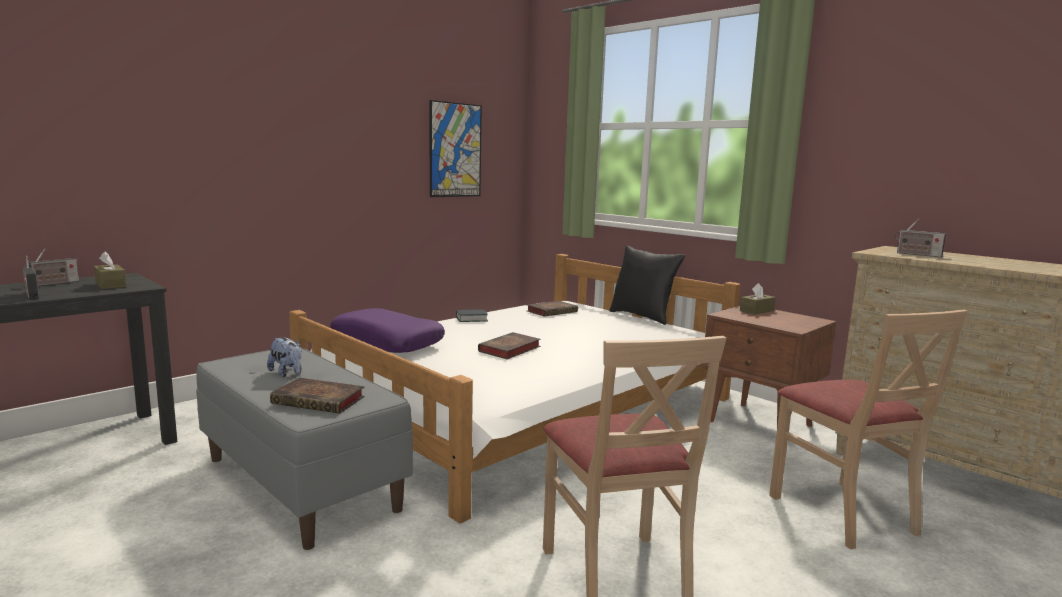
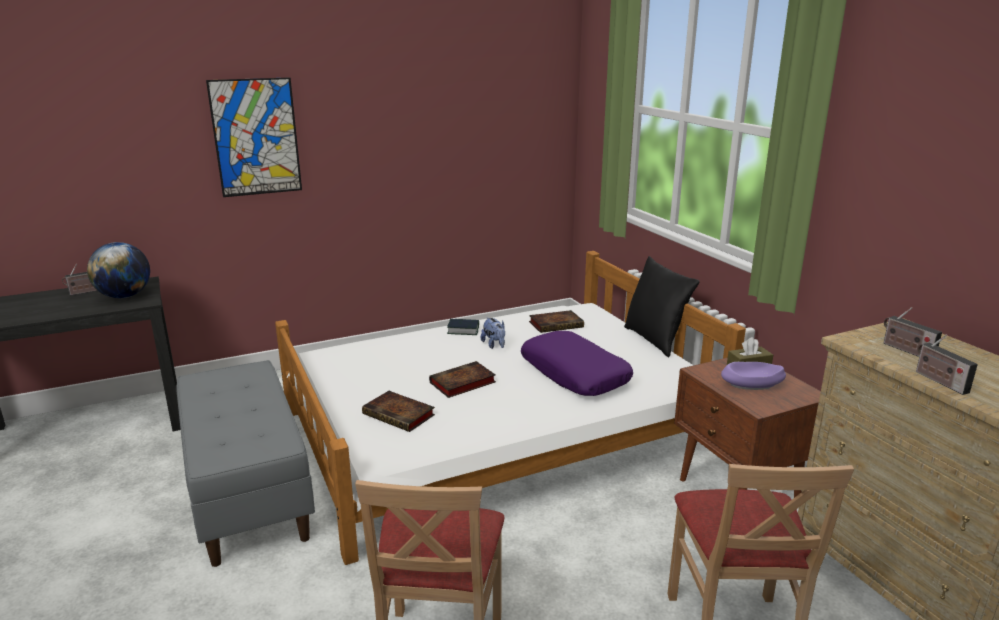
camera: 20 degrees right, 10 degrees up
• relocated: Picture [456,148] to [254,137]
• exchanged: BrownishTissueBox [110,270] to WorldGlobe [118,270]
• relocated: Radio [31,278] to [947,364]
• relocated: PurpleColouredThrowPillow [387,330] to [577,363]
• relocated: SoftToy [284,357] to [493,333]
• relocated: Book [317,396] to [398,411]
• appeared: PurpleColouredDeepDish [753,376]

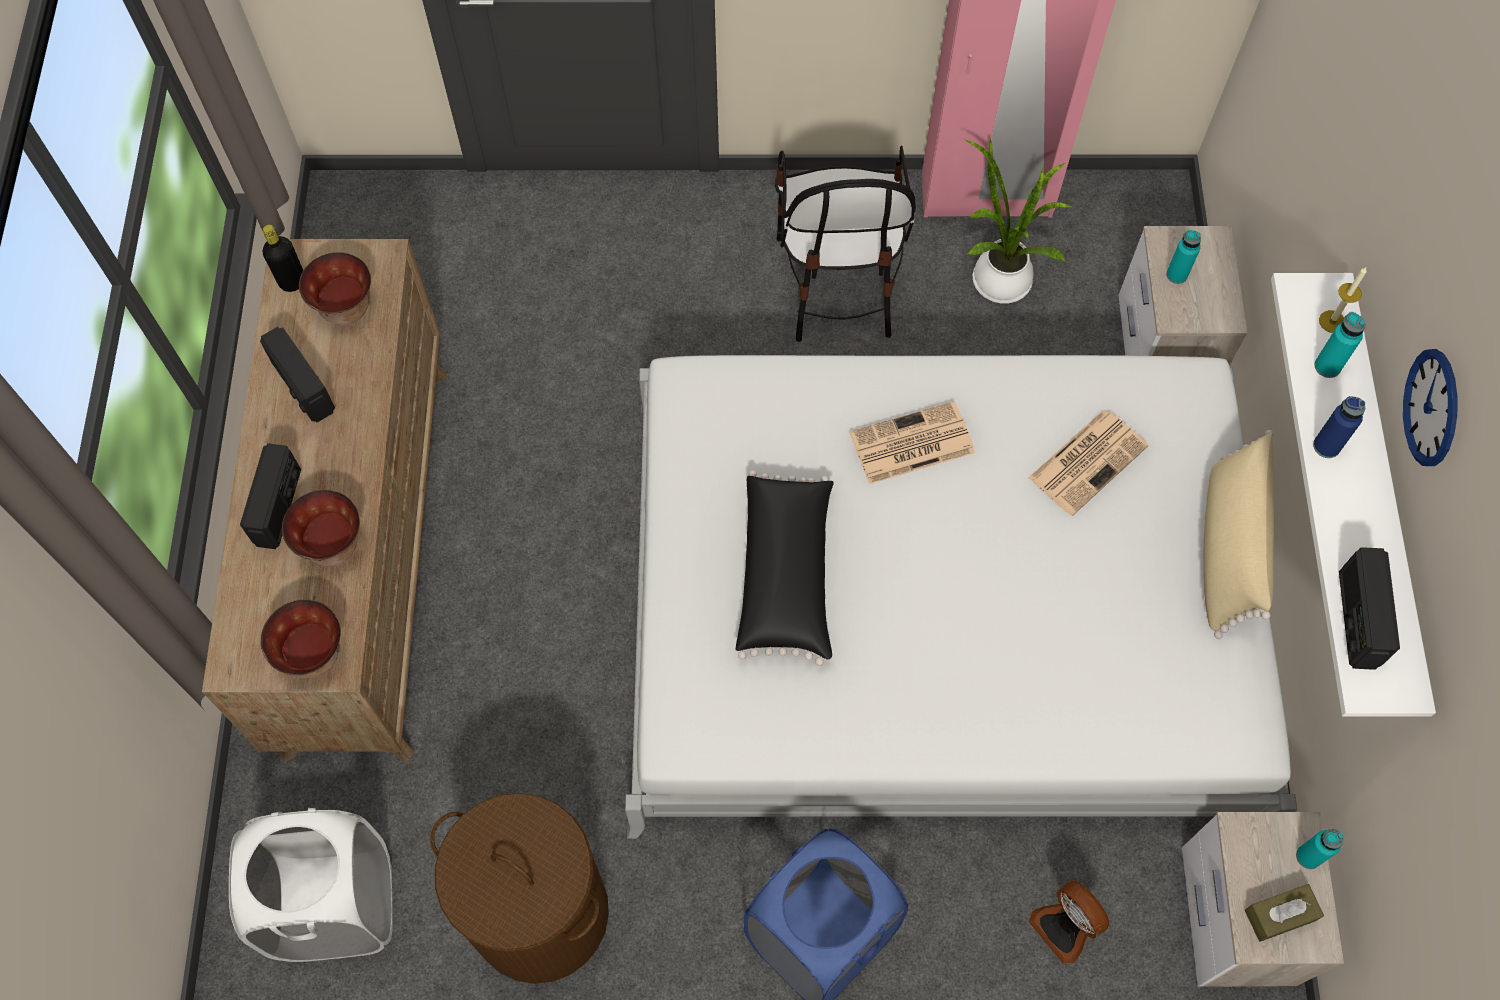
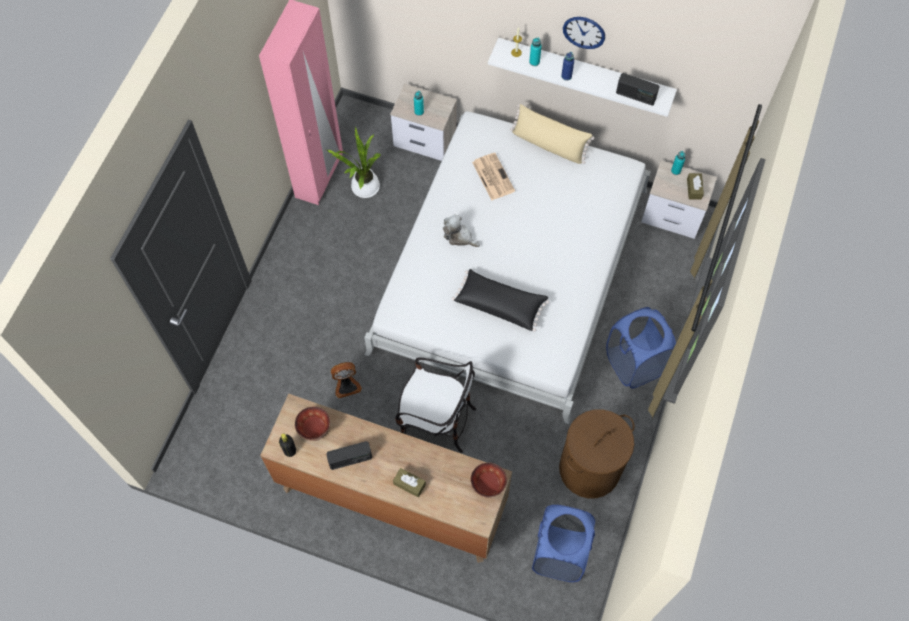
camera: 70 degrees left, 0 degrees up
• relocated: Chair [845,244] to [435,405]
• exchanged: Newspaper [912,442] to SoftToy [461,230]
• exchanged: Radio [270,496] to BrownishTissueBox [409,482]
• missing: DeepDish [321,528]
• colour: WhiteWashingBasket [310,885] to BlueColouredWashingBasket [563,543]
• relocated: Fan [1069,922] to [346,380]

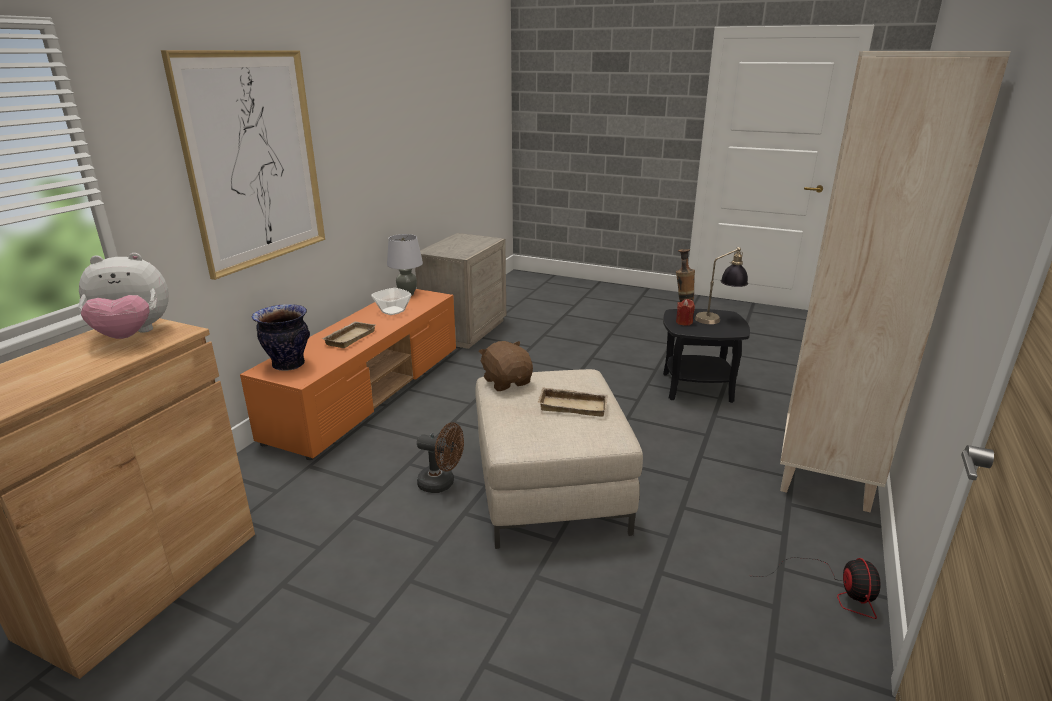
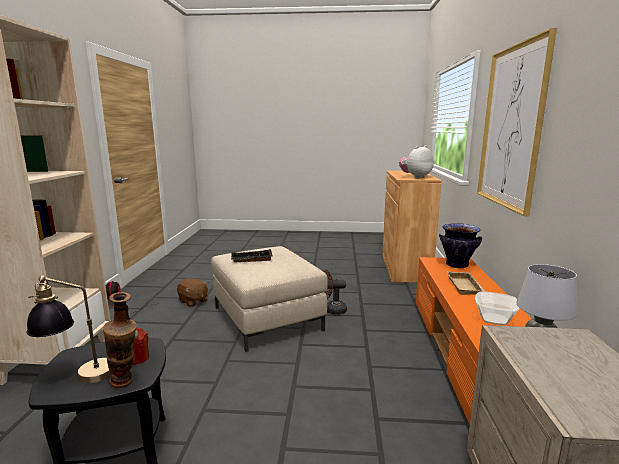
camera: 160 degrees right, 10 degrees down
• relocated: BrownishSoftToy [505,366] to [192,292]
• colour: SandColouredTray [573,402] to BlackColouredTray [252,255]

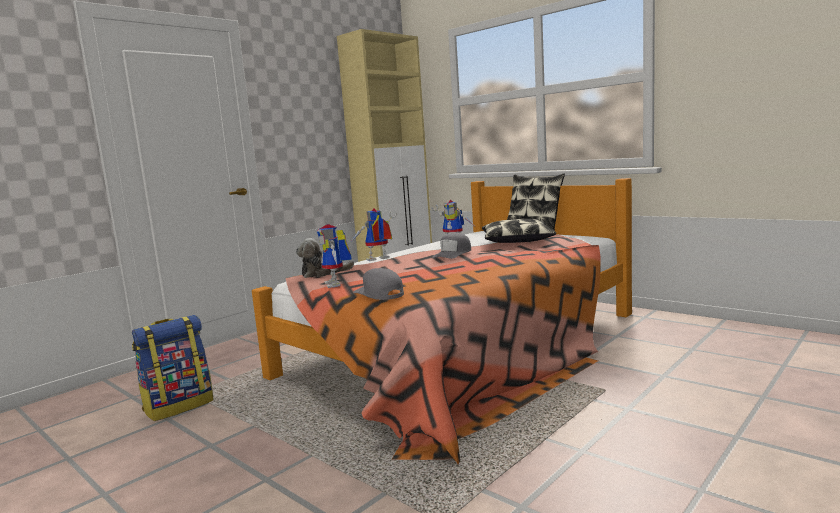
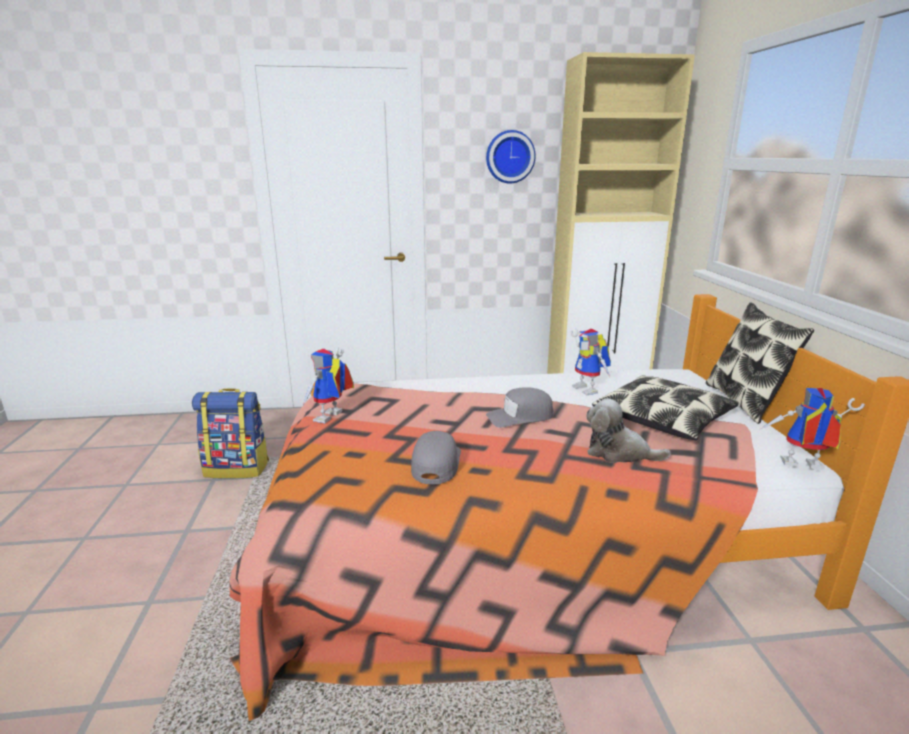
camera: 40 degrees right, 10 degrees up
• relocated: ToyRobot [373,234] to [812,429]
• relocated: SoftToy [325,258] to [628,430]
• relocated: GrayCap [378,284] to [436,458]
• appeared: ClockOnTheWall [511,157]

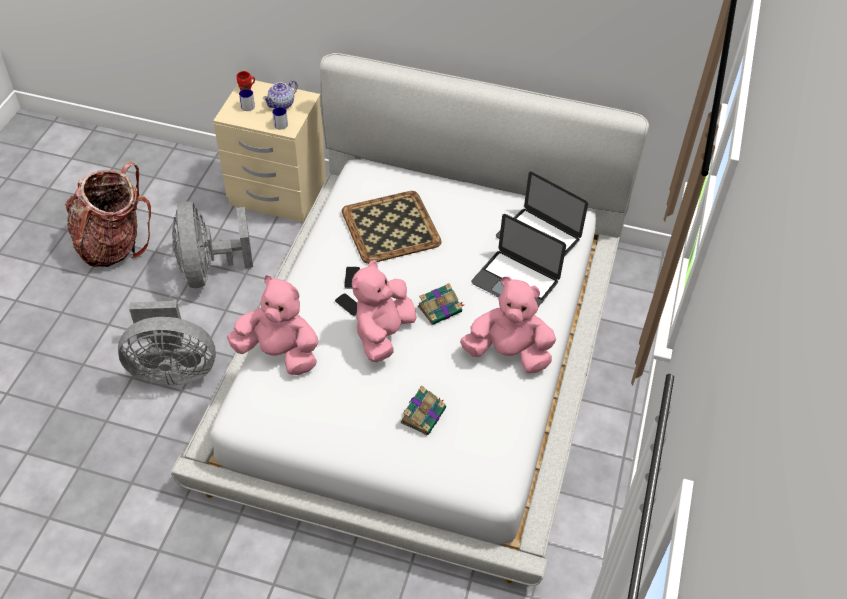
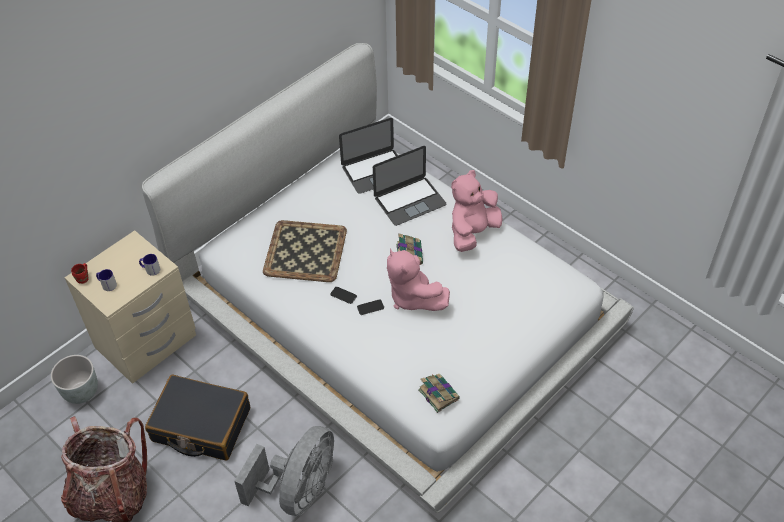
camera: 60 degrees left, 0 degrees up
• missing: TeaPot [280,94]
• exchanged: GrayFan [212,244] to BlackColouredPieceOfLuggage [197,417]
• missing: PinkColouredSoftToy [272,325]
• relocated: Book [423,410] to [439,393]
• appeared: GrayPlantPot [74,379]

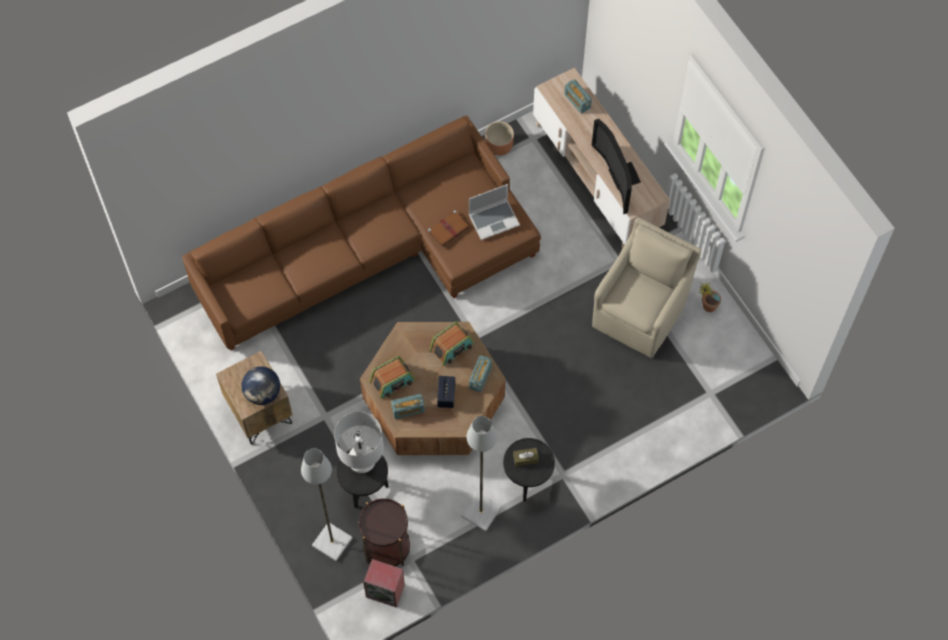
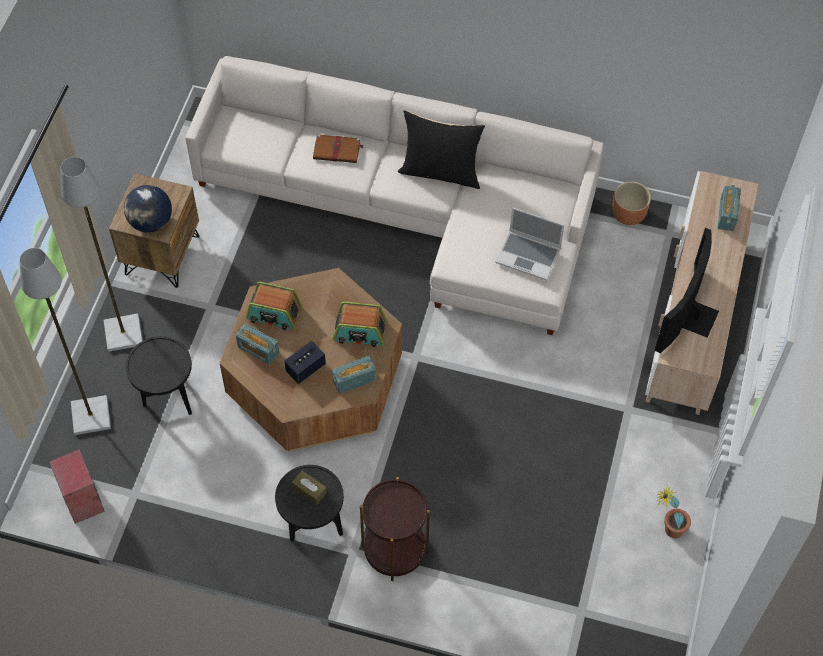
camera: 45 degrees right, 5 degrees down
• colour: BrownishCouch [361,232] to WhiteCouch [394,195]
• relocated: BrownishBook [449,228] to [338,148]
• missing: SandColouredArmchair [646,287]
• missing: WhiteTableLamp [359,443]
• relocated: GrayStandardLamp [481,473] to [102,254]
• relocated: BrownishSideTable [384,532] to [395,529]
• appeared: BlackColouredThrowPillow [441,149]

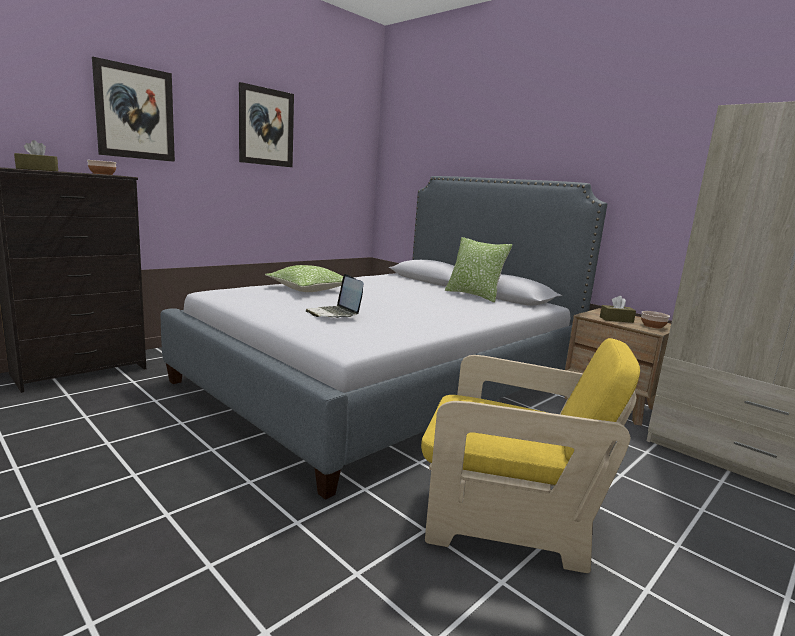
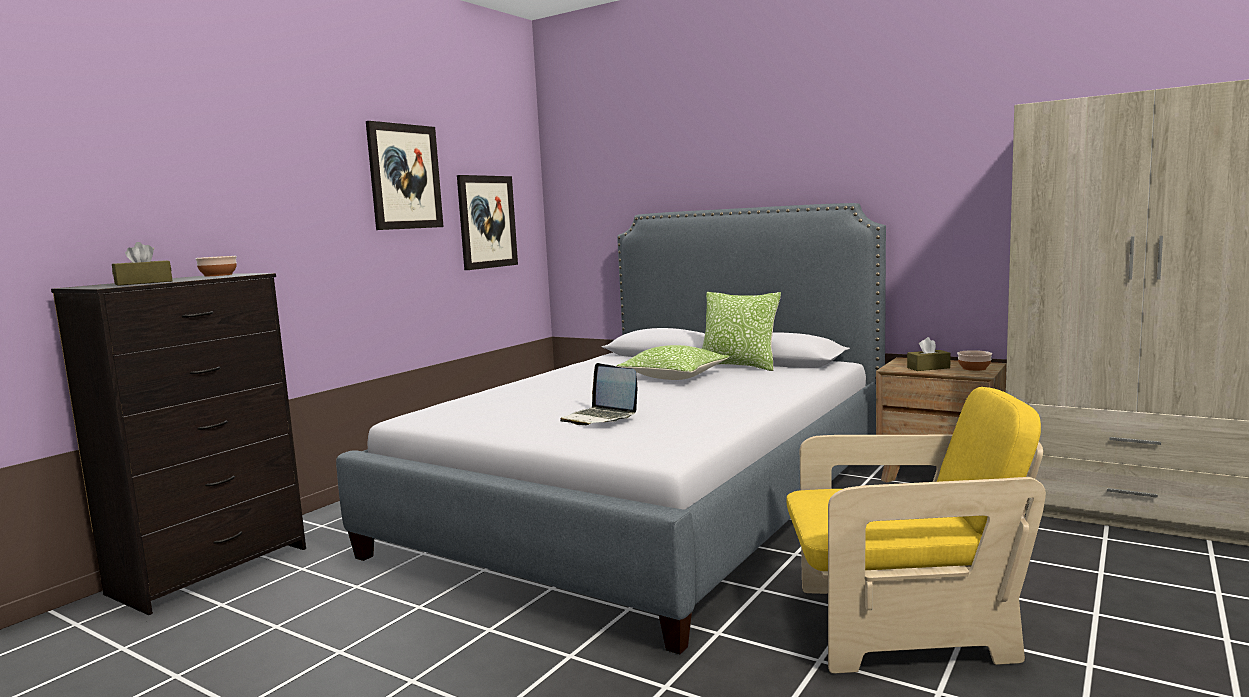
camera: 10 degrees left, 5 degrees down
• relocated: Picture [133,109] to [487,222]
• relocated: ThrowPillow [304,278] to [673,362]

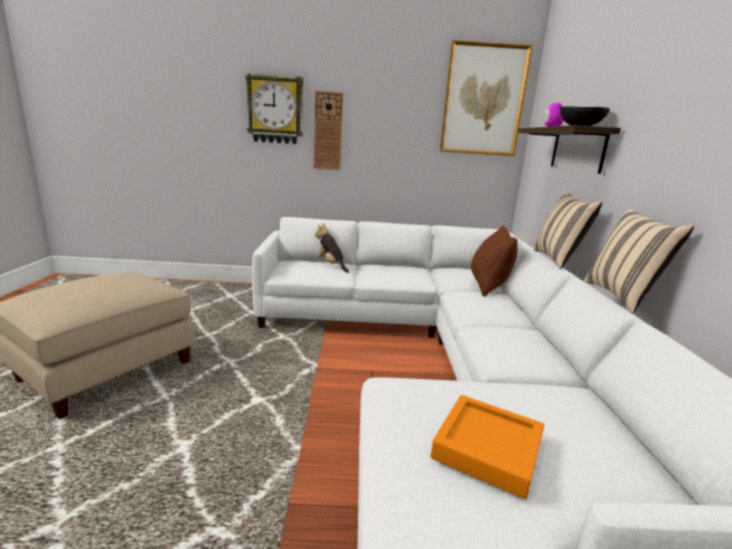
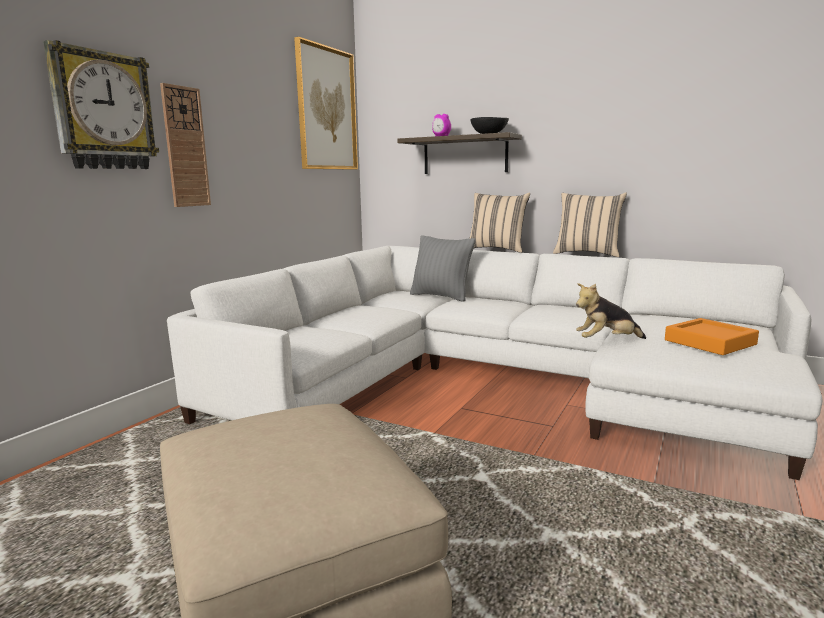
camera: 60 degrees left, 5 degrees down
• relocated: SoftToy [331,248] to [611,311]
• colour: BrownishThrowPillow [494,261] to GrayThrowPillow [442,268]

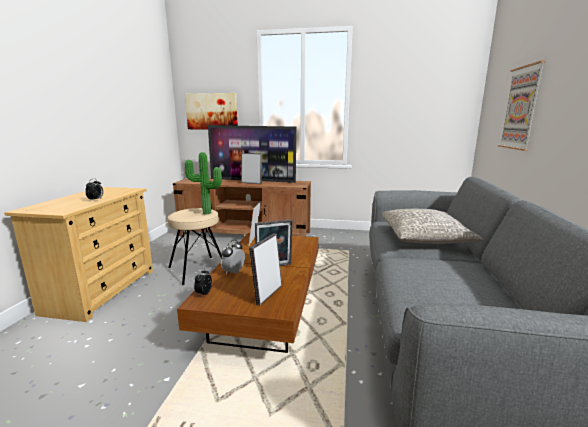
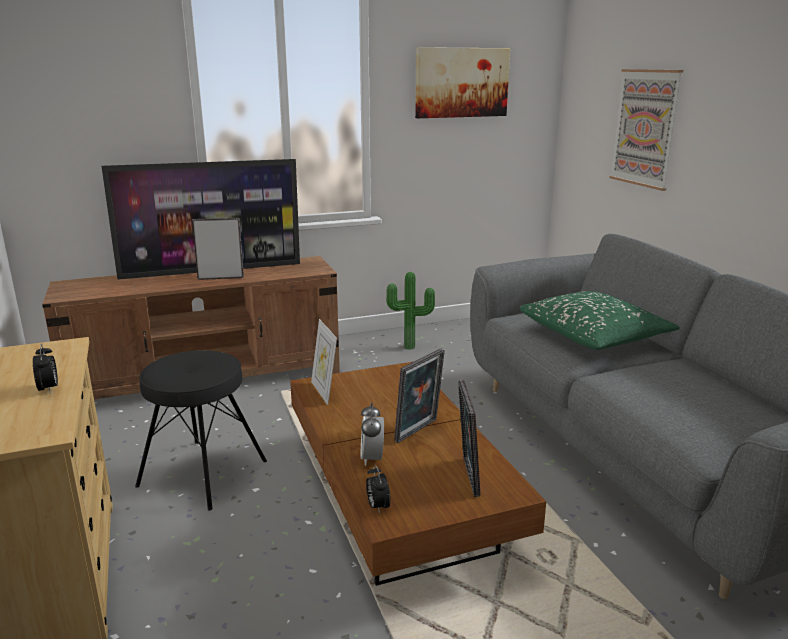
camera: 30 degrees left, 5 degrees up
• relocated: Picture [211,111] to [462,82]
• relocated: PlantInAPot [203,183] to [411,311]
• colour: SandColouredStool [195,246] to BlackColouredStool [201,430]
• colour: GrayThrowPillow [432,226] to GreenThrowPillow [600,320]

